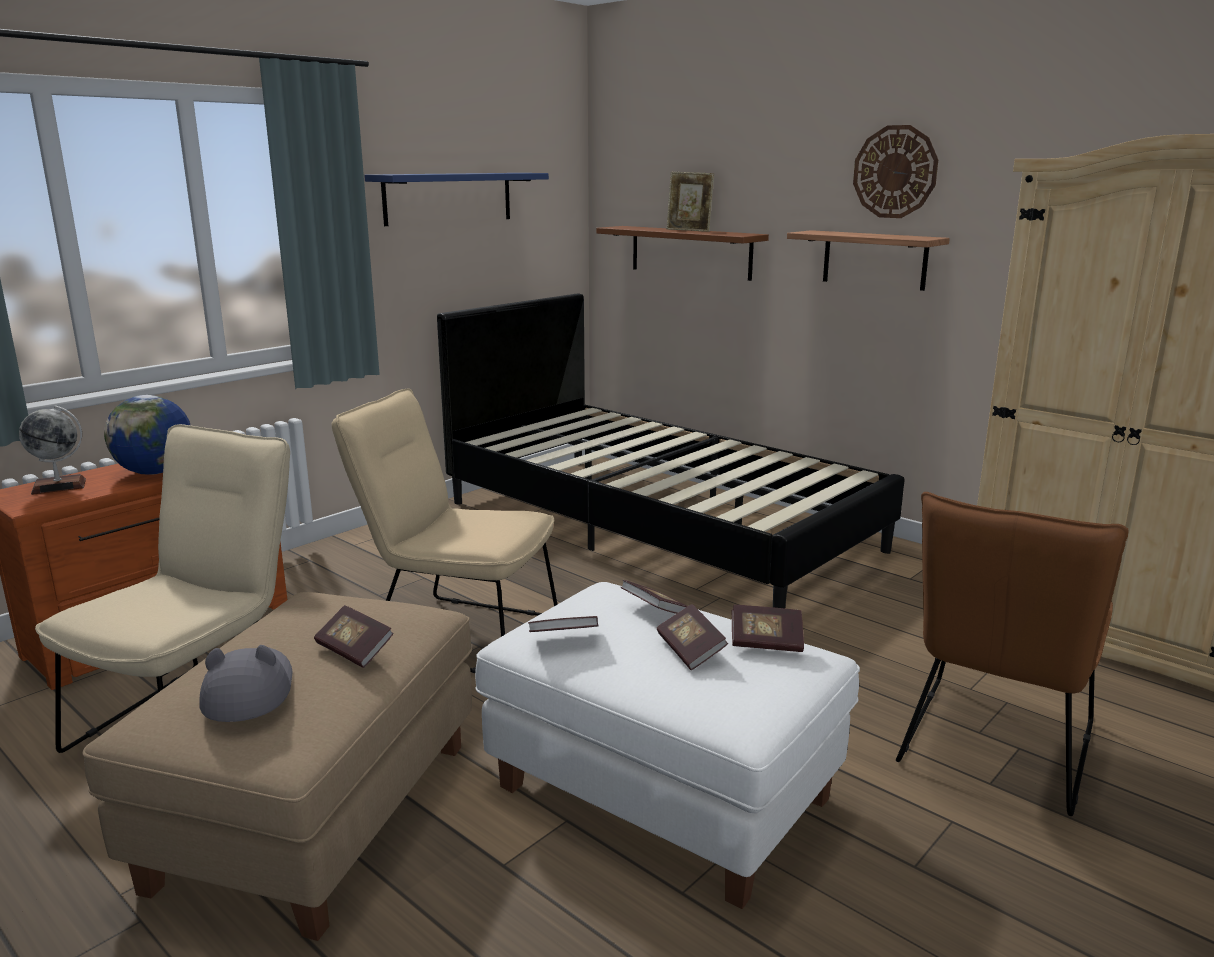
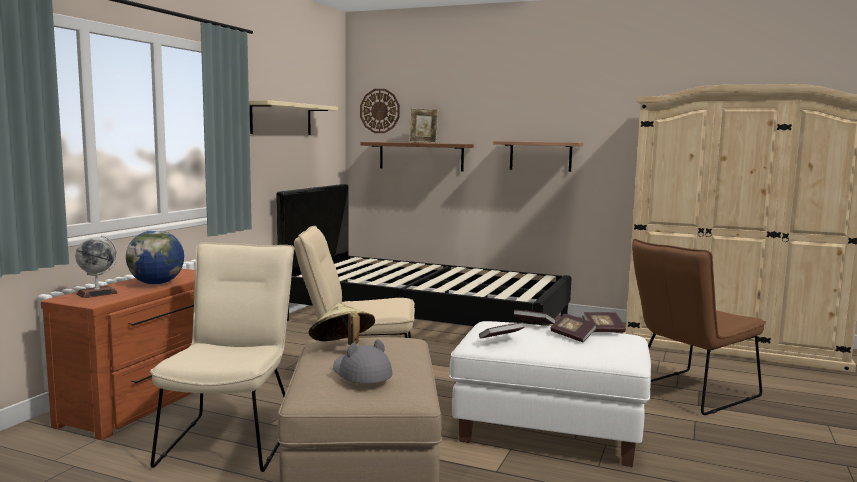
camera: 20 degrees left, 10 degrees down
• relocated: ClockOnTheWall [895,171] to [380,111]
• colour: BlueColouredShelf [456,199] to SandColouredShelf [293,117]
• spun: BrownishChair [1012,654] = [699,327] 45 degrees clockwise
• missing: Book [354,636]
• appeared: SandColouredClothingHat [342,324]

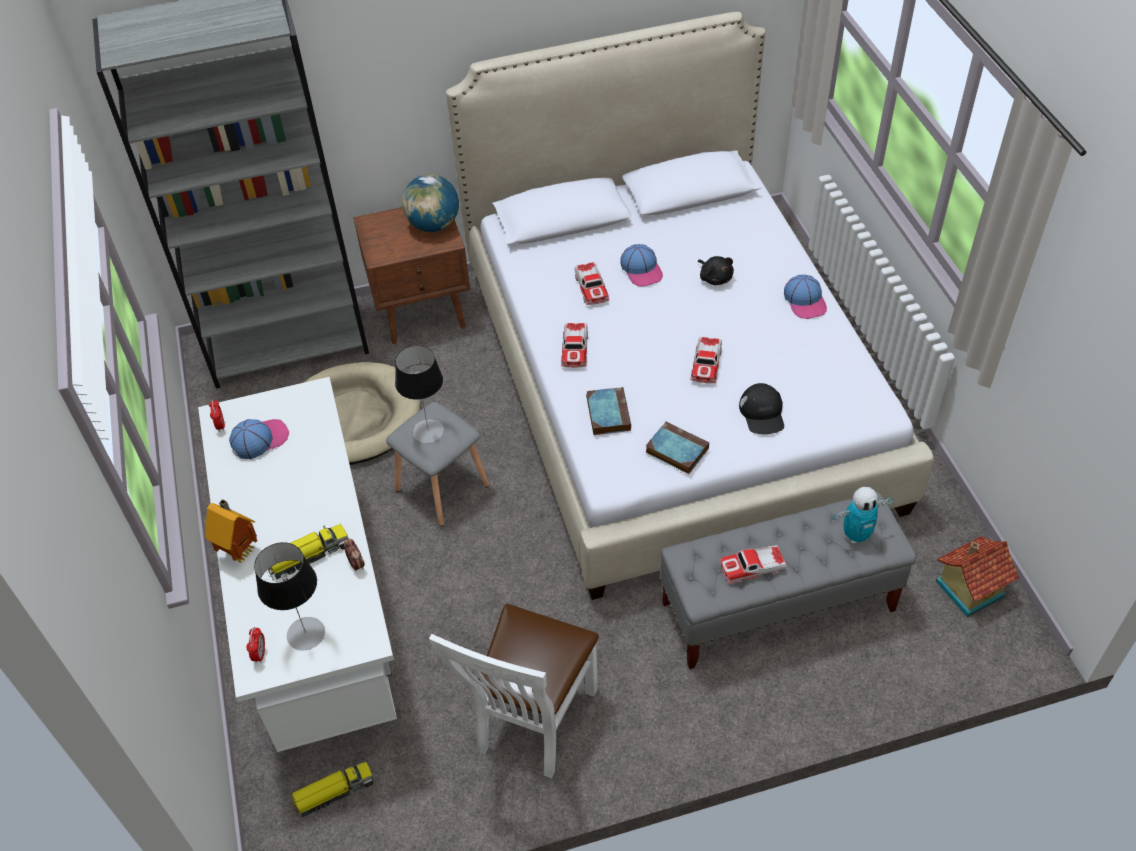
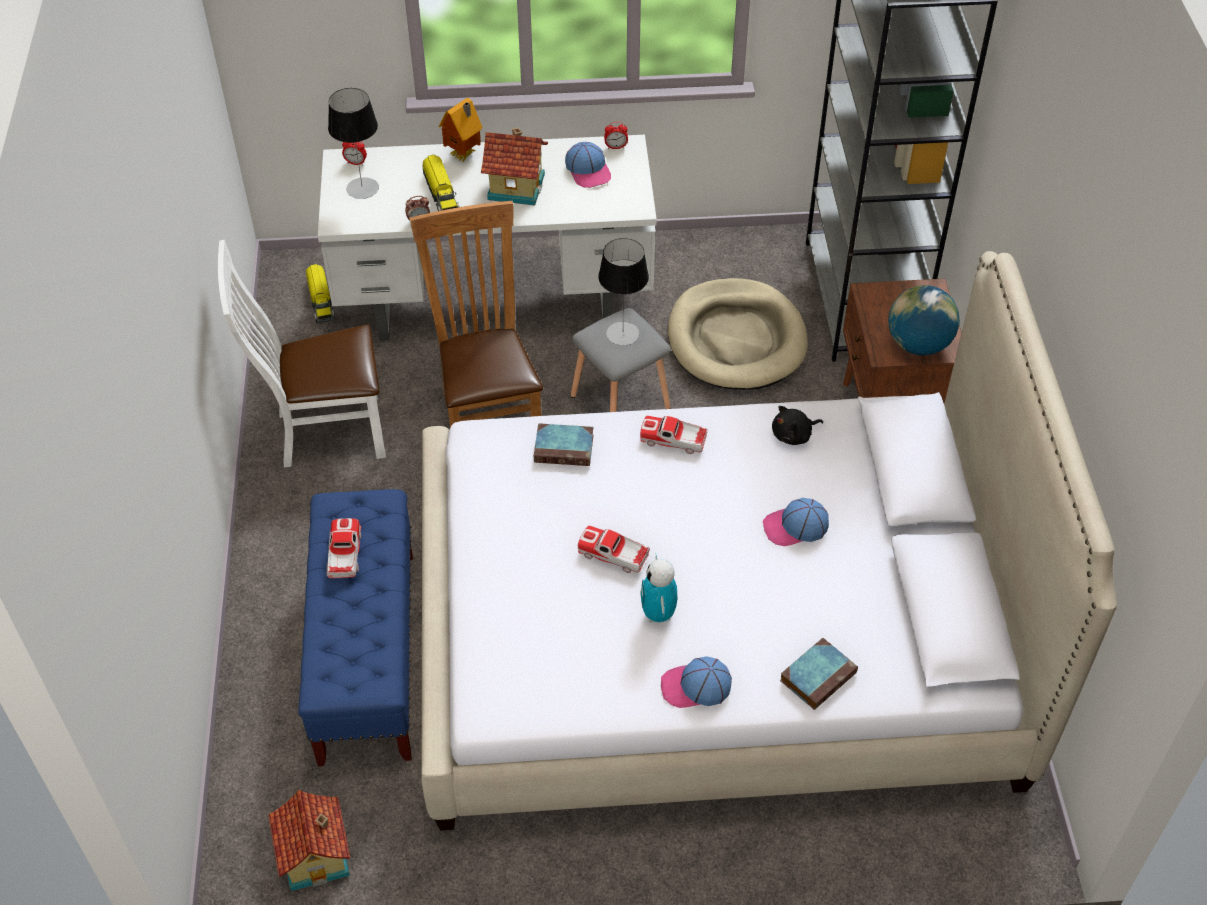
camera: 100 degrees right, 0 degrees up
• relocated: BlackColouredSoftToy [716,270] to [797,425]
• missing: ToyCar [592,283]
• missing: BlackColouredCap [761,408]
• relocated: Book [677,448] to [819,674]
• relocated: ToyRobot [863,515] to [658,588]
• colour: GrayBench [788,580] to BlueColouredBench [355,627]
• spun: WhiteChair [514,691] = [302,354] 45 degrees counterclockwise
• appeared: ToyHouse [514,166]
• appeared: BrownishChair [476,314]

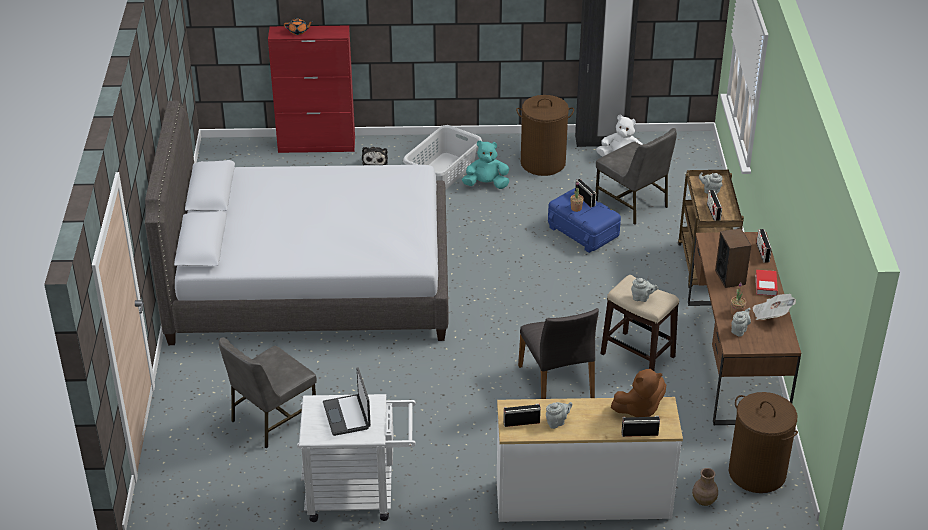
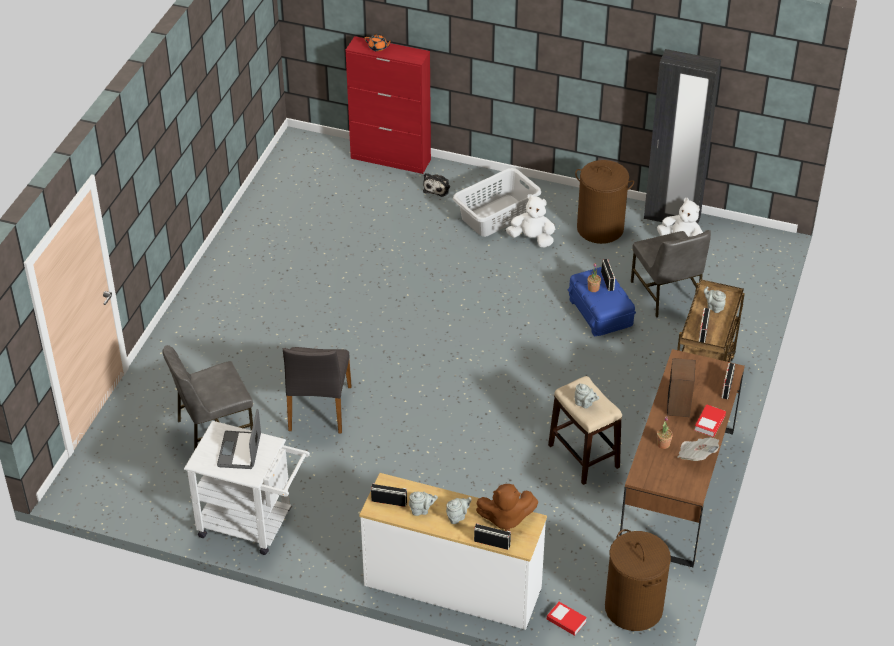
camera: 20 degrees right, 5 degrees up
• missing: GrayBed [297,223]
• colour: BlueGreenSoftToy [485,164] to WhiteSoftToy [530,221]
• relocated: GrayChair [558,353] to [317,390]
• relocated: GrayTeaPot [741,322] to [458,510]
• exchanged: BrownishDecorativeVase [705,487] to Book [567,619]

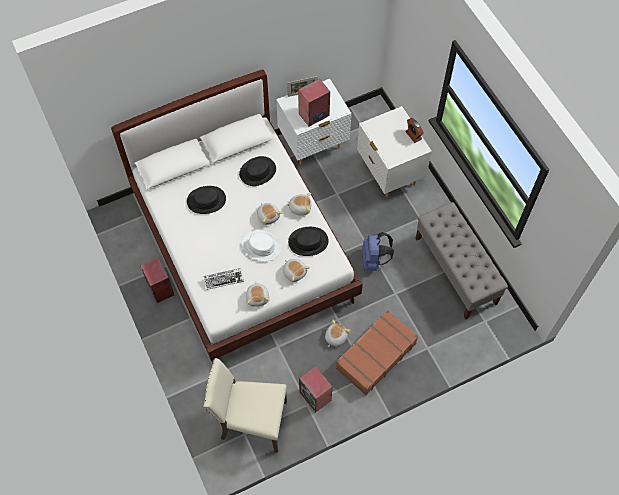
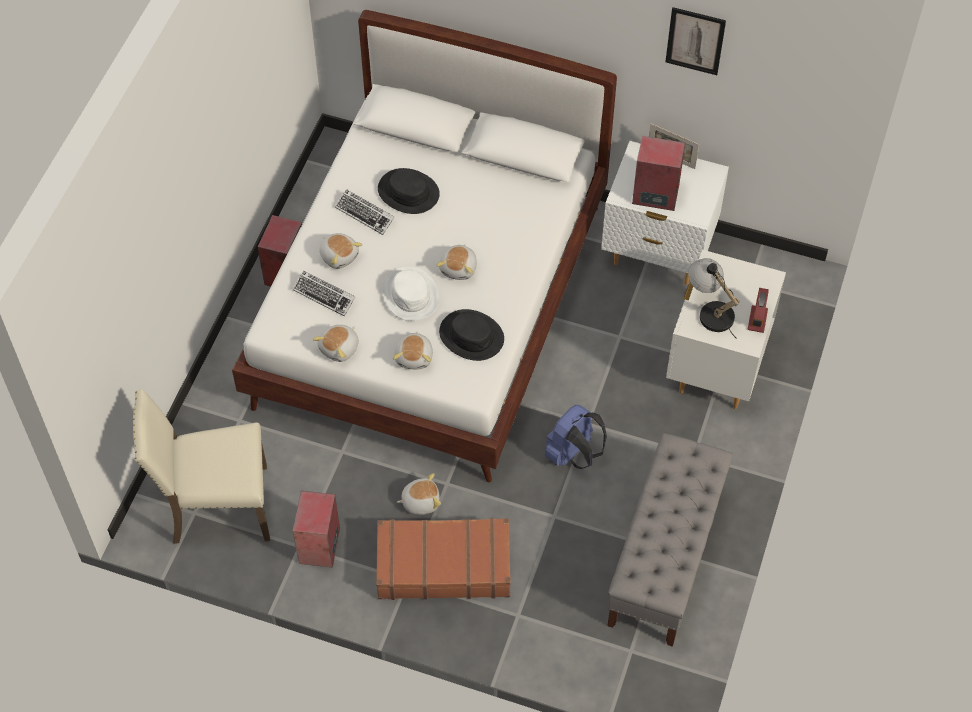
camera: 45 degrees right, 5 degrees down
• missing: BlackColouredClothingHat [257,171]
• relocated: SoftToy [298,204] to [340,251]
• spun: SandColouredChair [245,405] = [201,466] 60 degrees counterclockwise
• appeared: Picture [695,41]
• appeared: Keyboard [364,212]
• appeared: TableLamp [714,298]

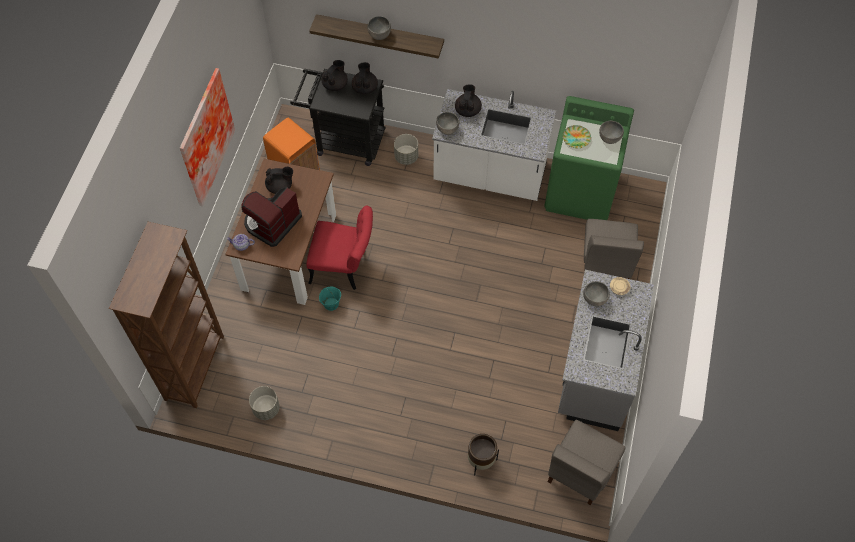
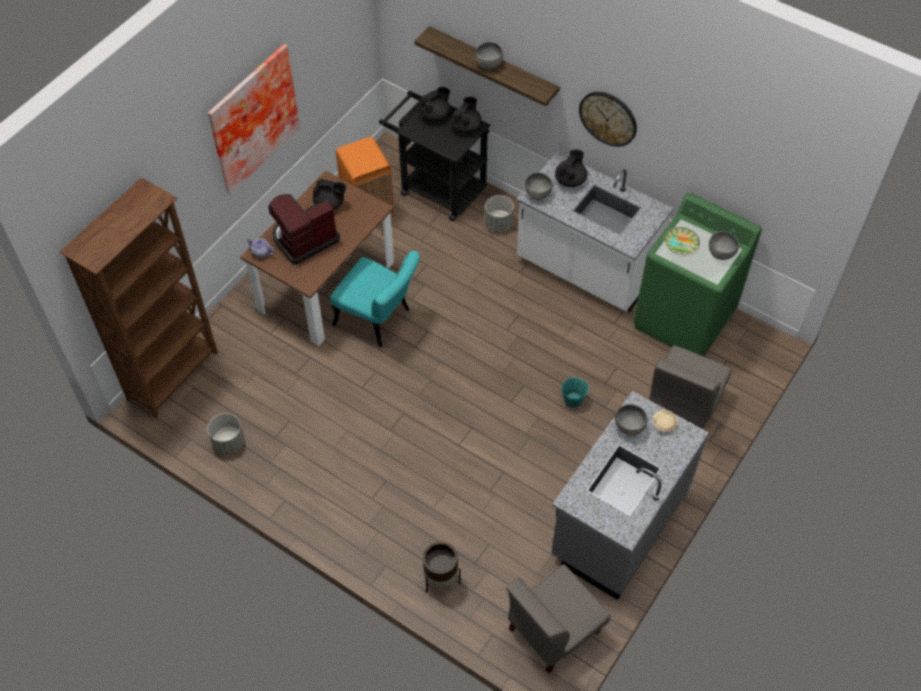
camera: 20 degrees right, 5 degrees down
• colour: ReddishChair [339,248] to BlueGreenChair [375,299]
• relocated: BlueGreenBucket [330,299] to [575,392]
• appeared: ClockOnTheWall [608,119]

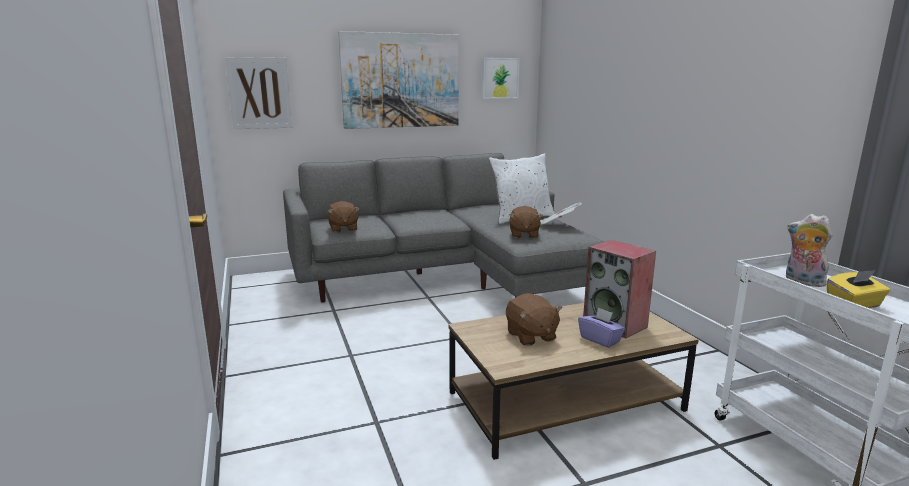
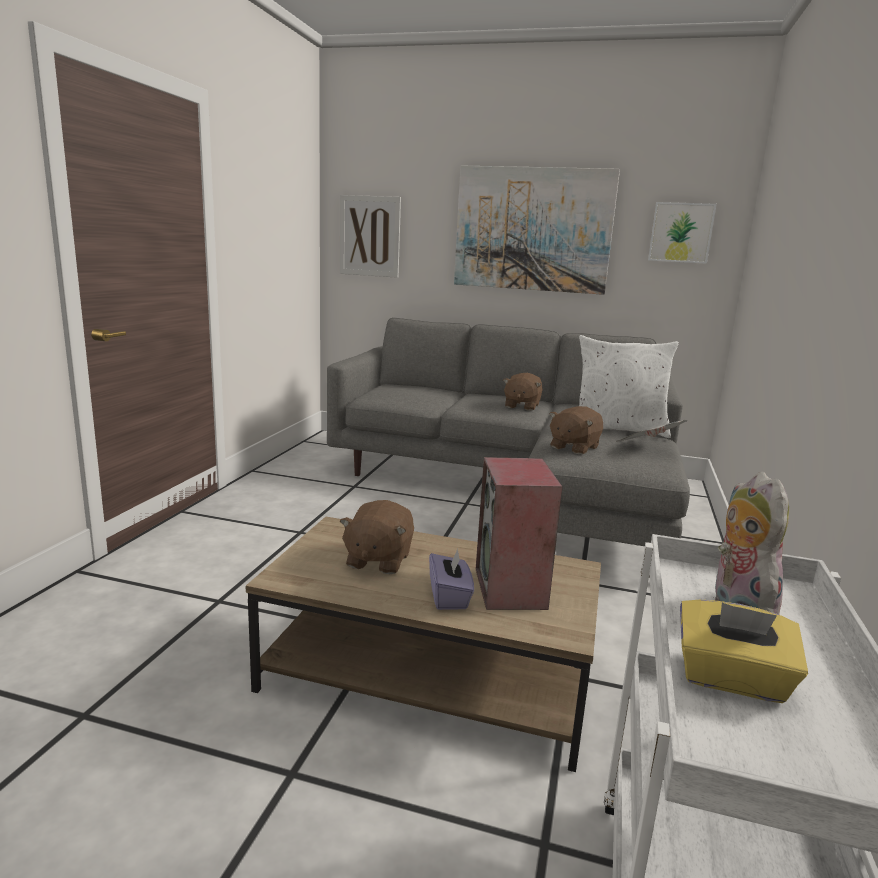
camera: 35 degrees right, 0 degrees up
• relocated: BrownishSoftToy [343,217] to [523,392]

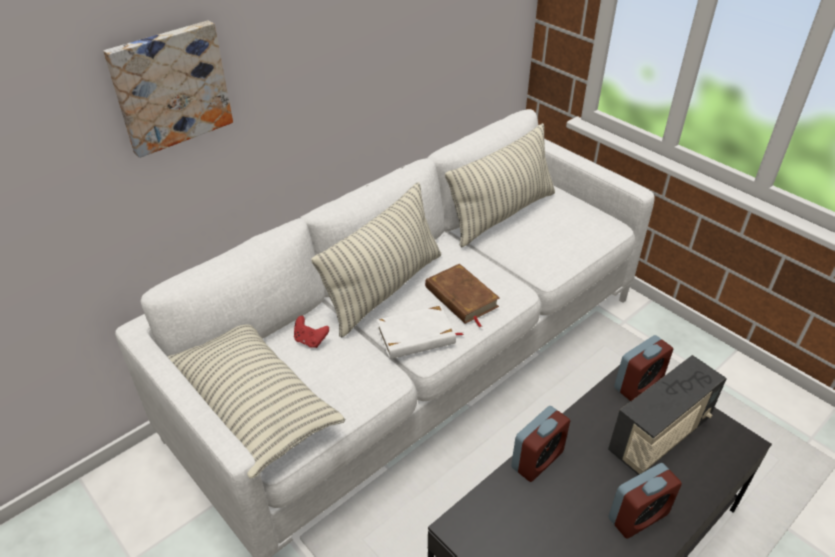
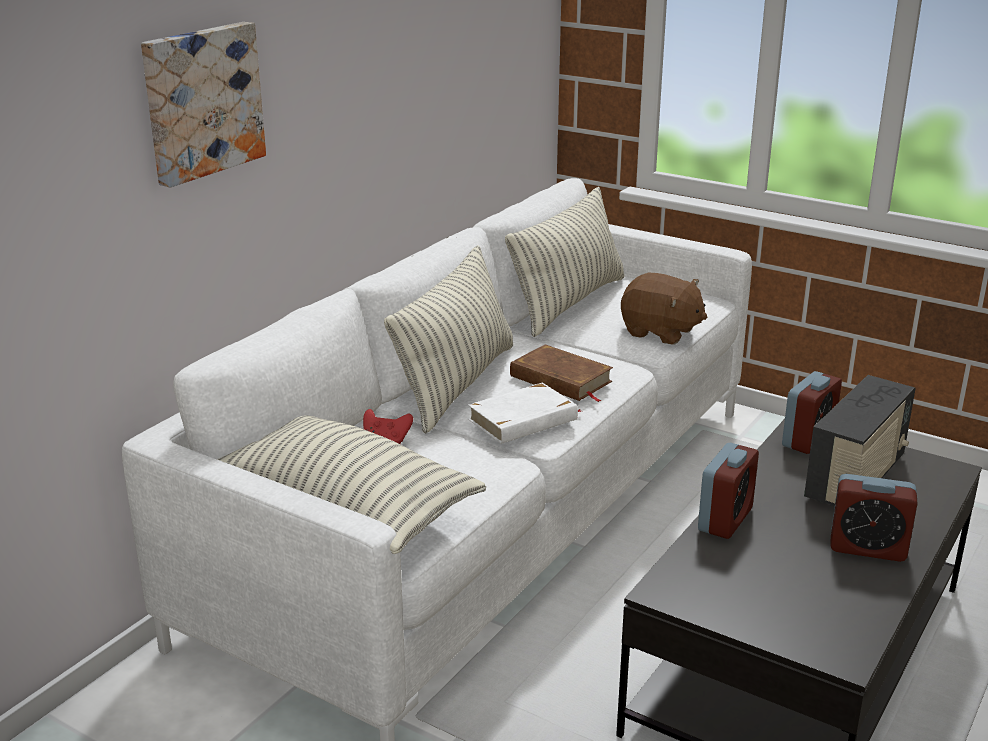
camera: 15 degrees left, 15 degrees down
• spun: TableClock [645,501] = [874,518] 60 degrees clockwise
• appeared: BrownishSoftToy [664,309]

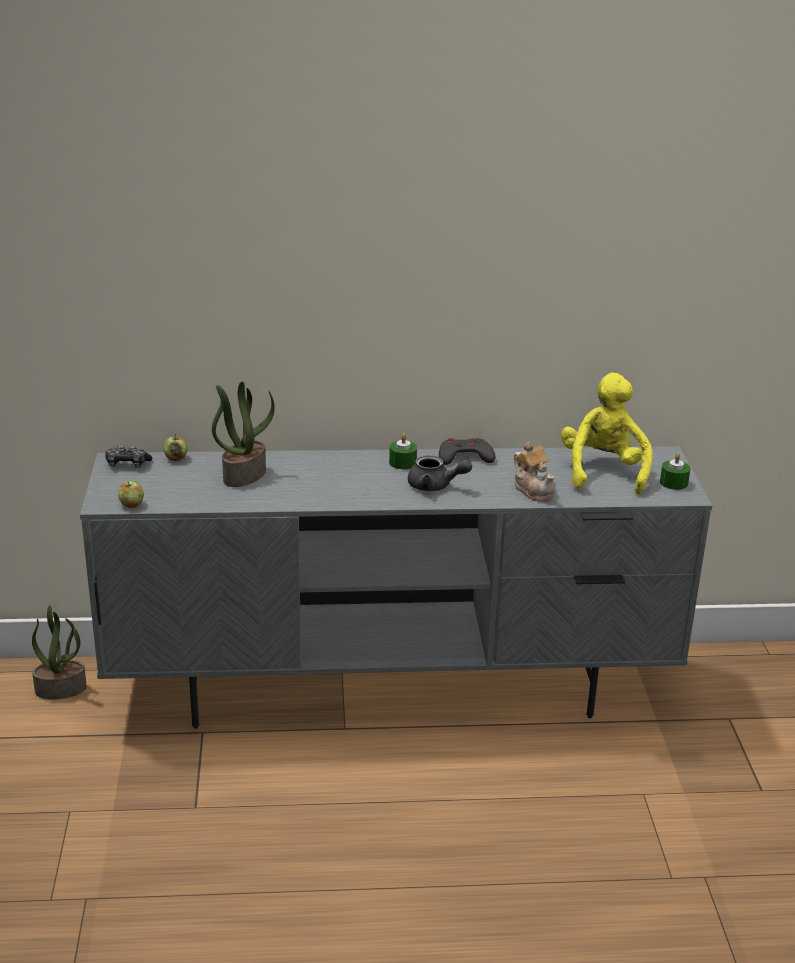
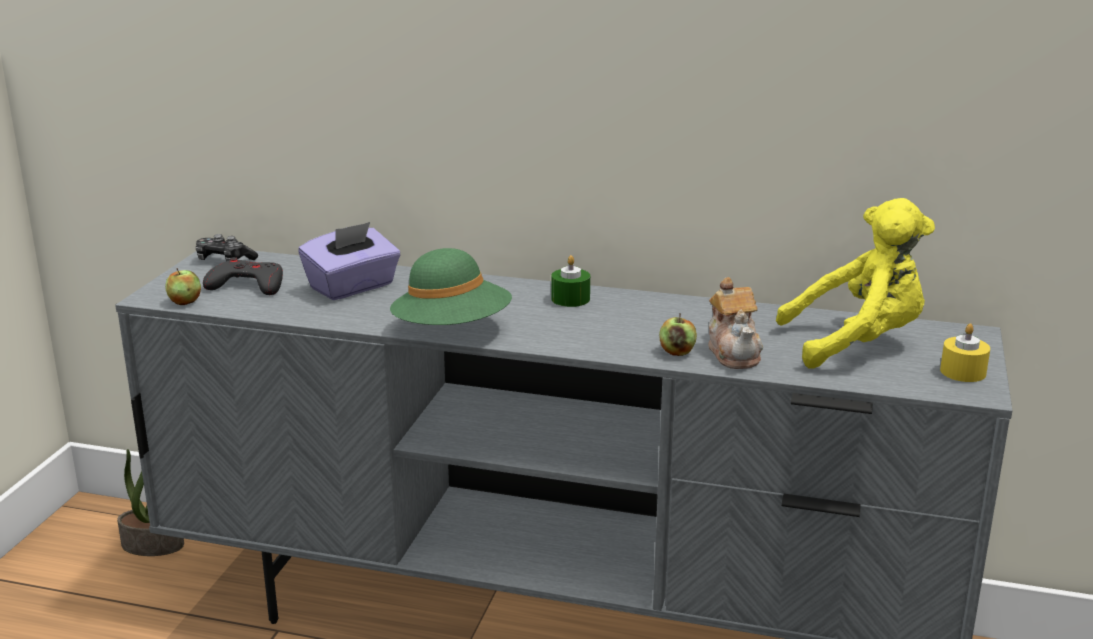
camera: 20 degrees right, 5 degrees down
• spun: YellowSoftToy [607,433] = [855,283] 60 degrees clockwise
• exchanged: PlantInAPot [243,434] to PurpleColouredTissueBox [349,261]
• relocated: AppleFruit [175,447] to [678,334]
• relocated: GrayJoypad [467,451] to [243,276]
• colour: GreenWaxLight [675,471] to YellowWaxLight [965,352]
• missing: GrayTeaPot [440,473]
• appeared: GreenClothingHat [451,286]

